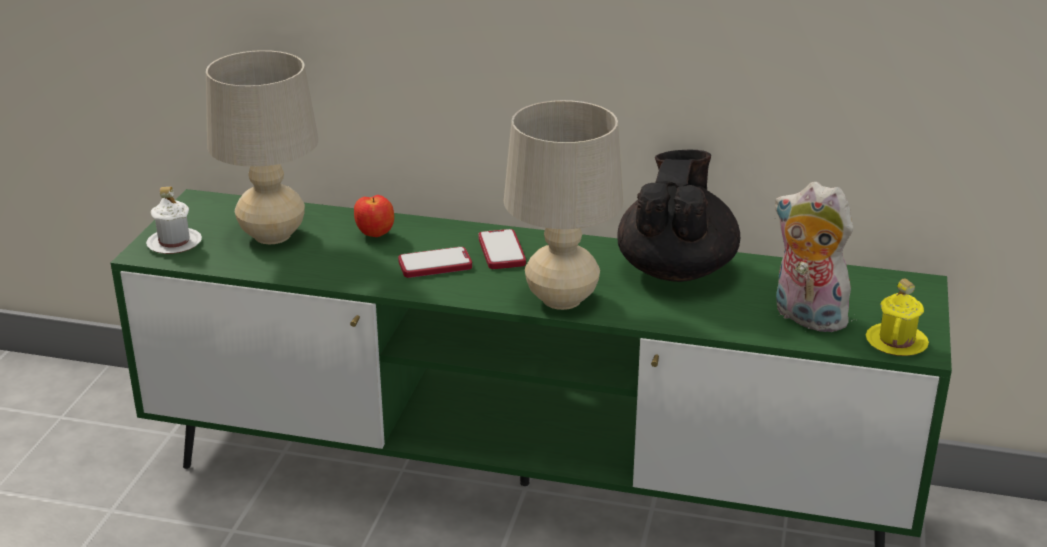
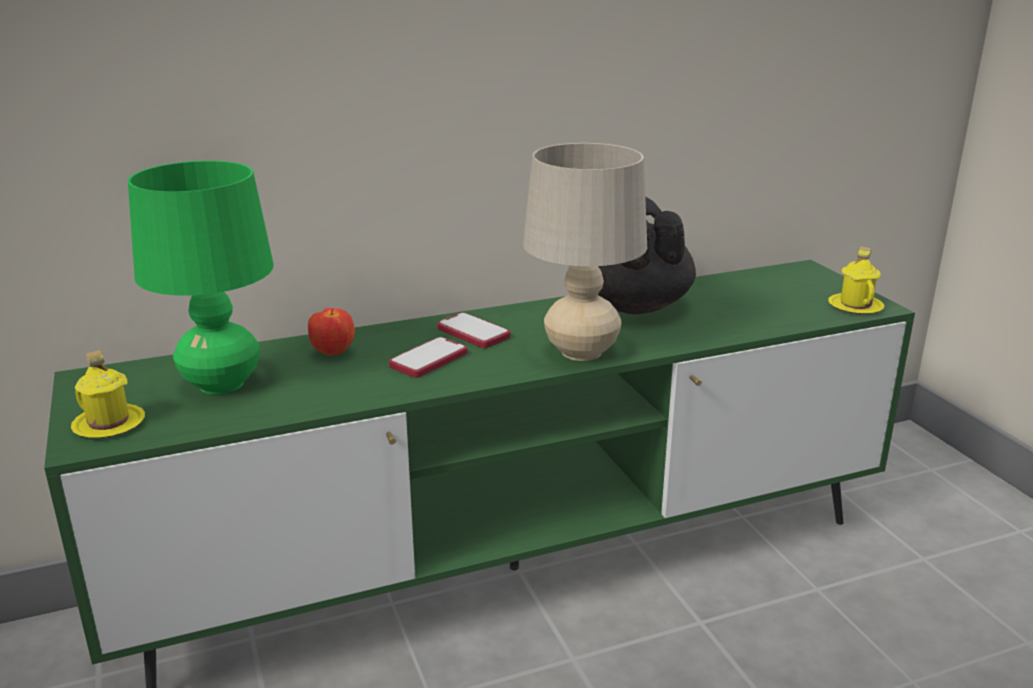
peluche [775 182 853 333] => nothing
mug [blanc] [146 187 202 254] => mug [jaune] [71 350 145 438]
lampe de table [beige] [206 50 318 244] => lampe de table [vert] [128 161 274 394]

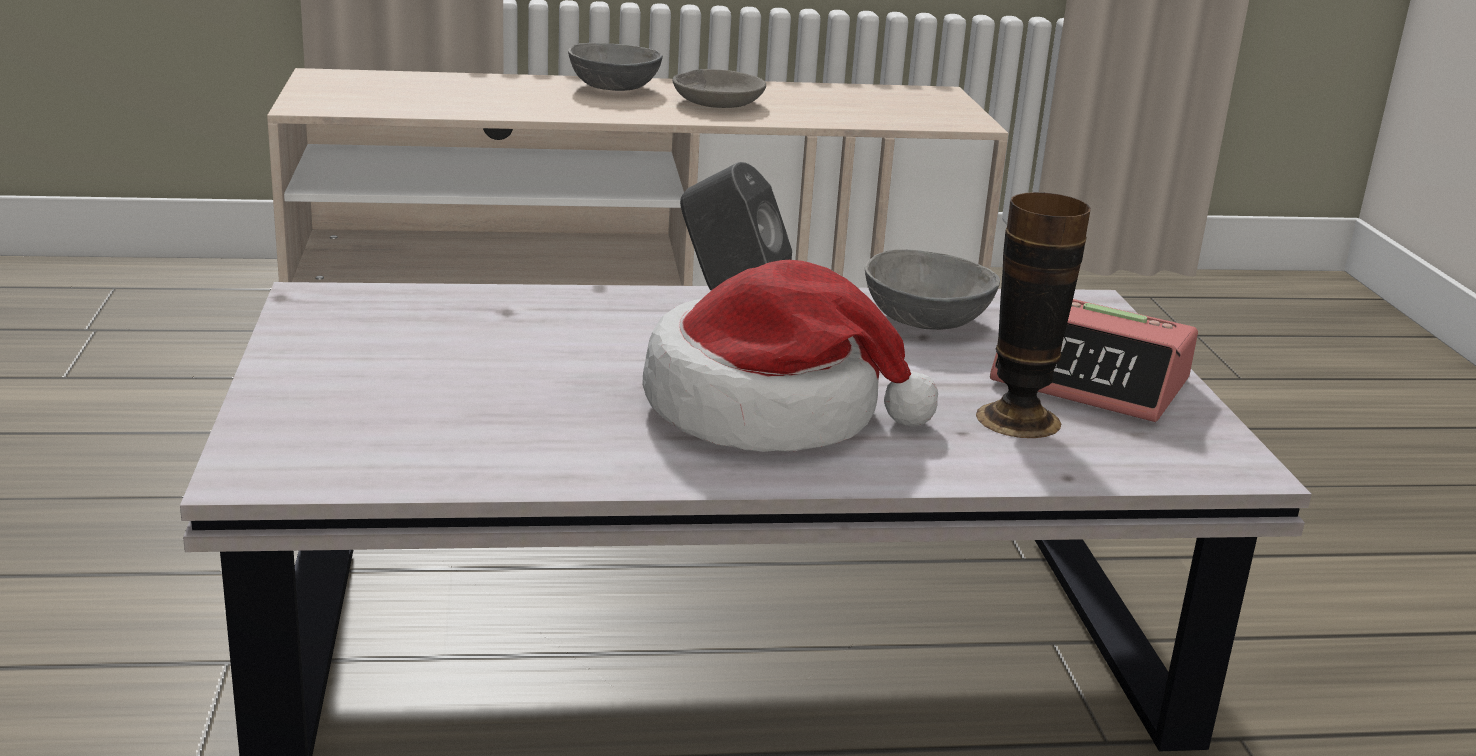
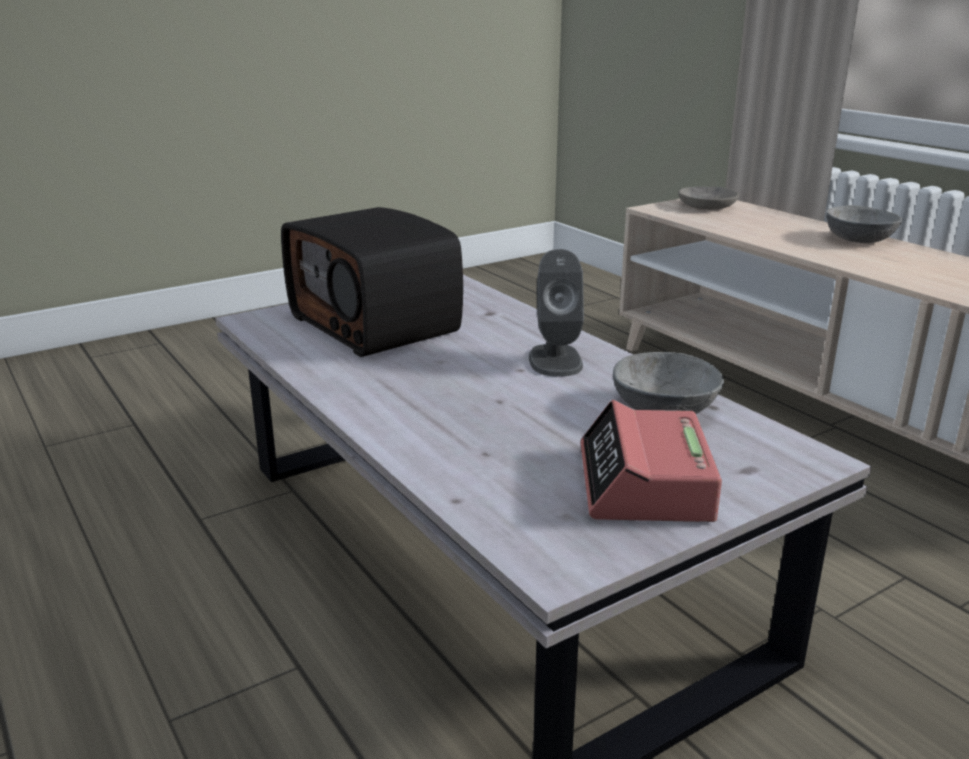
chapeau [643 260 938 452] => nothing
vase [976 192 1091 438] => nothing
nothing => radio [281 207 463 357]
bol [gris] [672 69 766 108] => bol [gris] [678 186 739 210], move

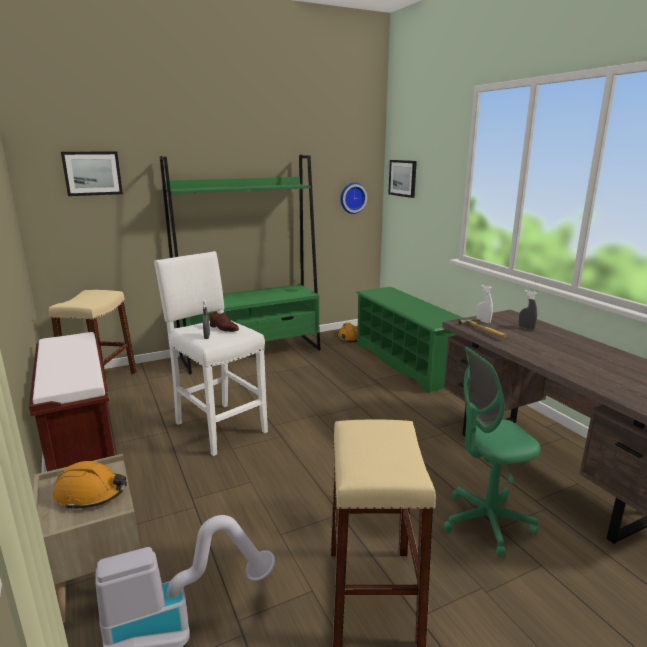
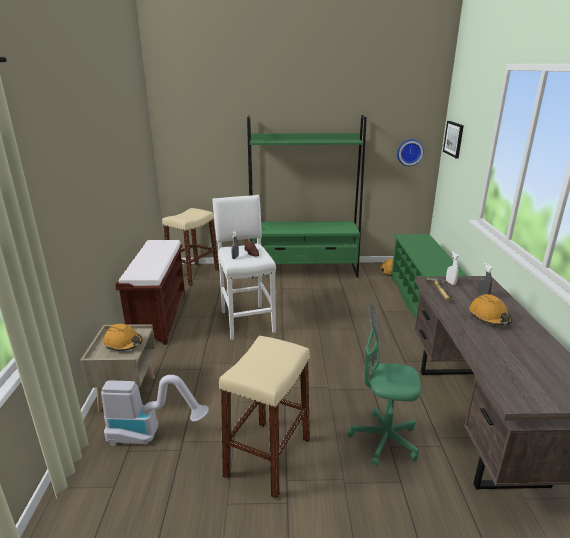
tableau [61 151 123 196] => nothing
nothing => casque de chantier [orange] [469 294 512 325]

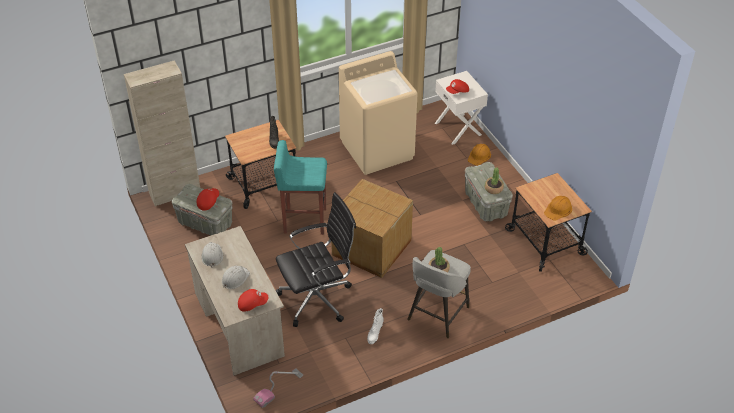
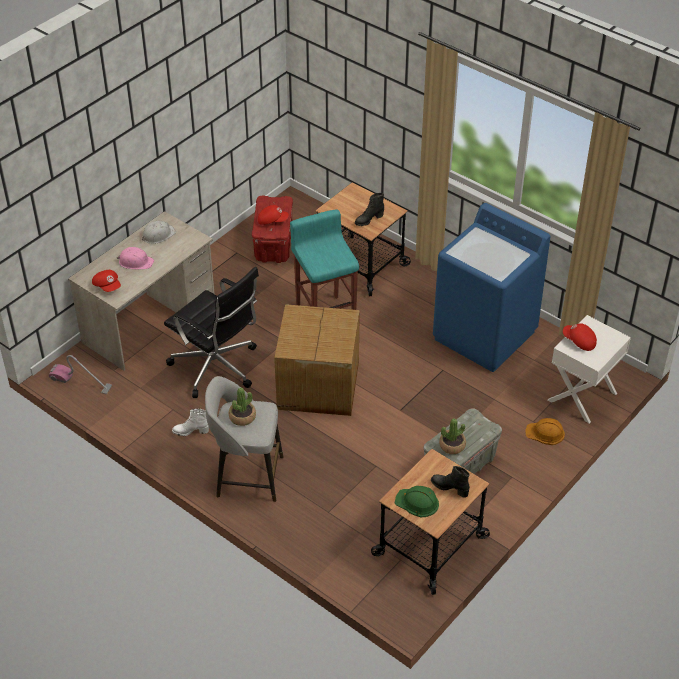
meuble de rangement [beige] [124 60 200 207] => nothing
nothing => botte [noir] [431 466 470 498]
boîte de rangement [gris] [172 184 232 235] => boîte de rangement [rouge] [252 195 293 263]
casque de chantier [blanc] [222 266 250 289] => casque de chantier [rose] [117 247 154 269]
lave-linge [beige] [339 51 418 175] => lave-linge [bleu] [433 203 550 372]
casque de chantier [orange] [544 196 572 221] => casque de chantier [vert] [394 486 439 517]

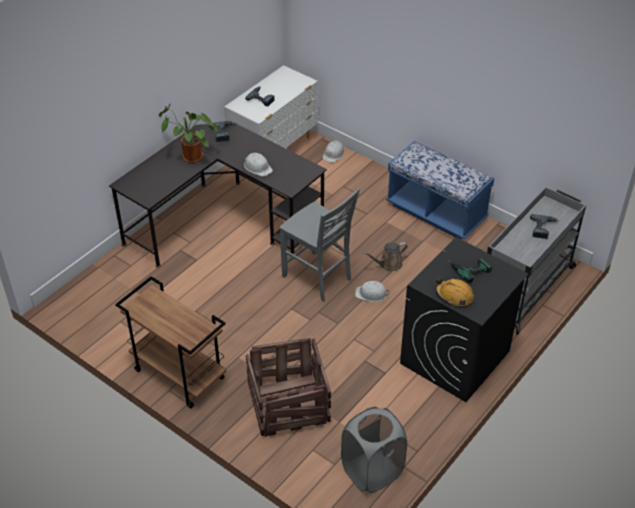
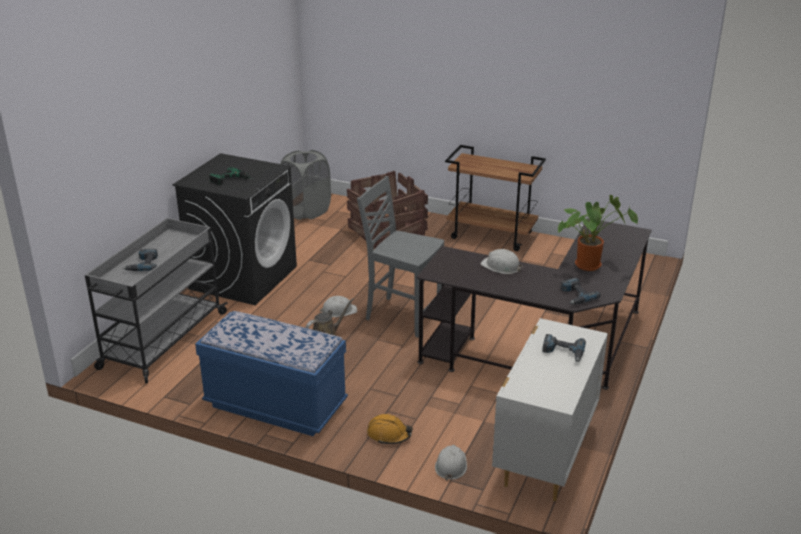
casque de chantier [orange] [436 278 474 306] => casque de chantier [orange] [367 414 413 444], move

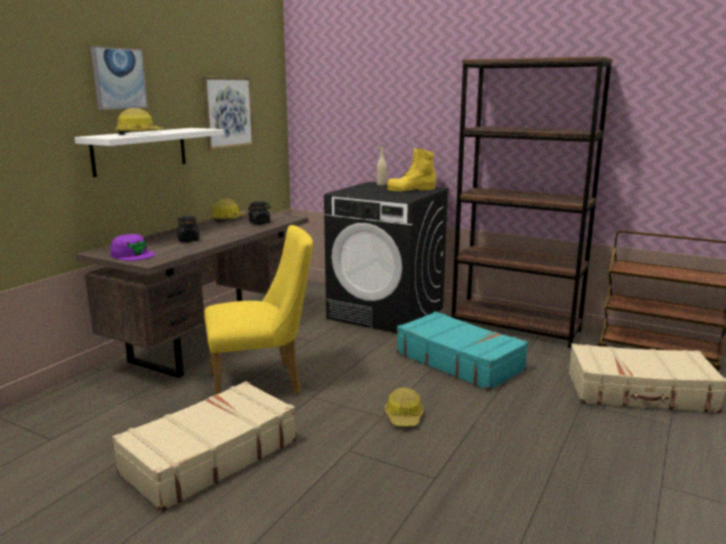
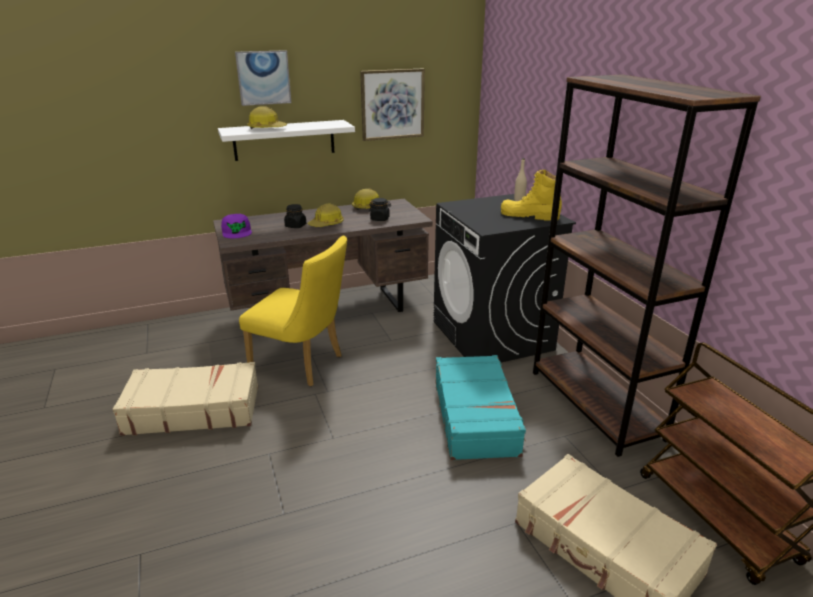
casque de chantier [385 388 423 426] => casque de chantier [308 203 344 227], move

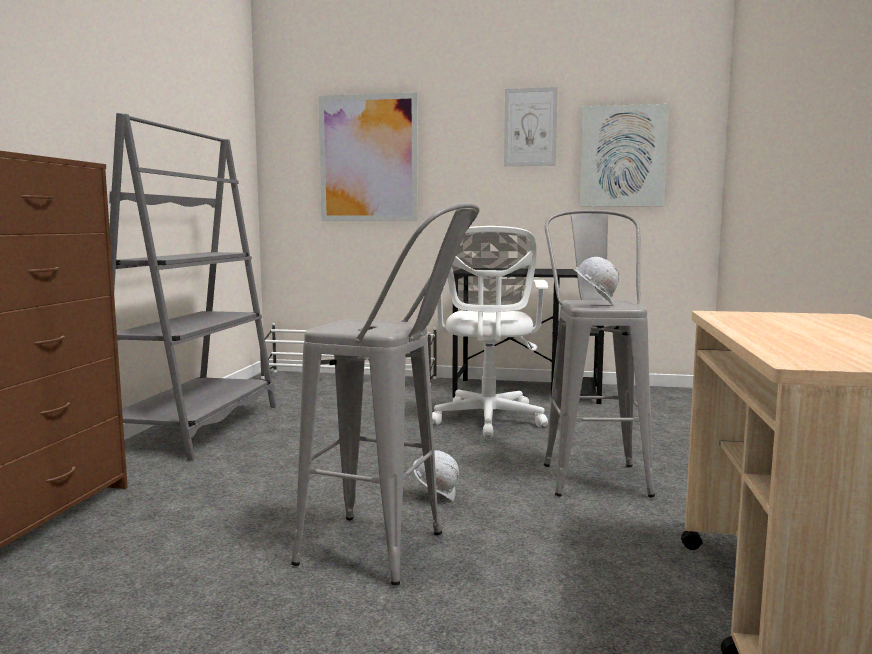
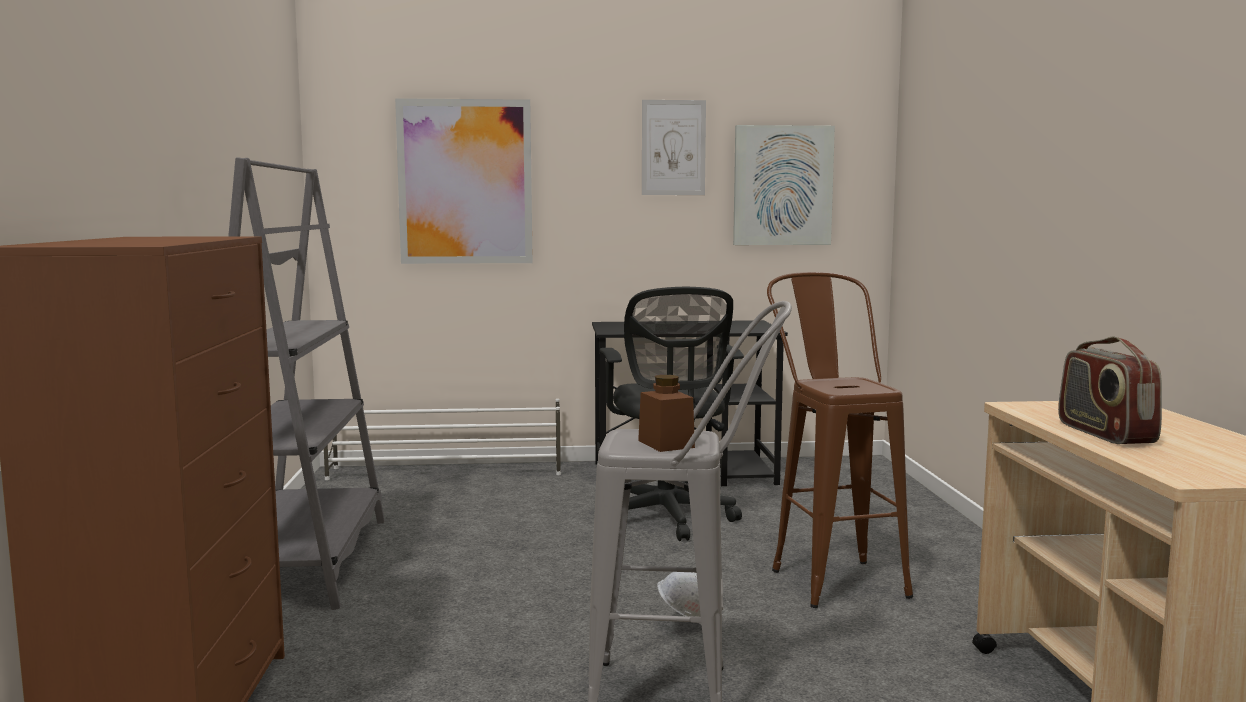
casque de chantier [blanc] [574 257 619 305] => nothing
nothing => bocal [marron] [638 375 695 452]
nothing => radio [1058 336 1162 444]
chaise de bureau [blanc] [432 226 548 437] => chaise de bureau [noir] [600 287 744 541]
tabouret [gris] [544 210 655 497] => tabouret [marron] [767 272 913 608]

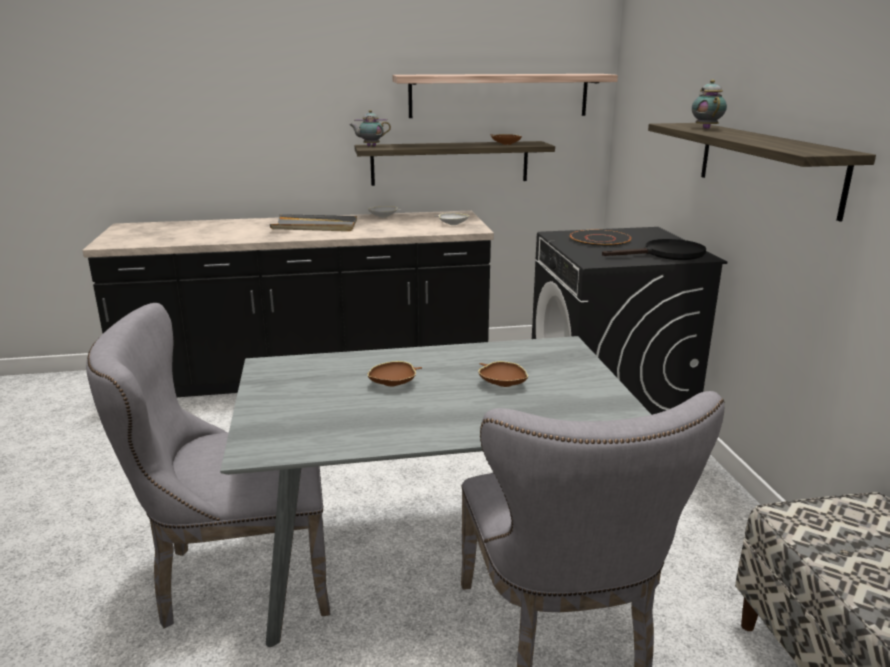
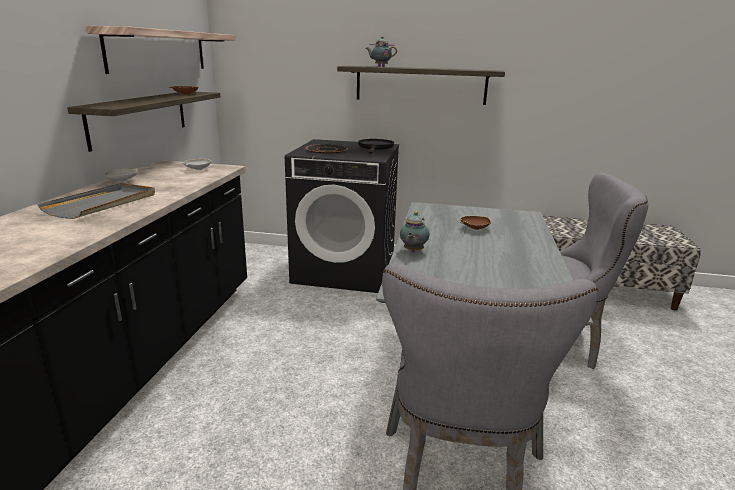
bol [marron] [367 361 422 387] => nothing
théière [350 110 391 146] => théière [400 211 430 252], move

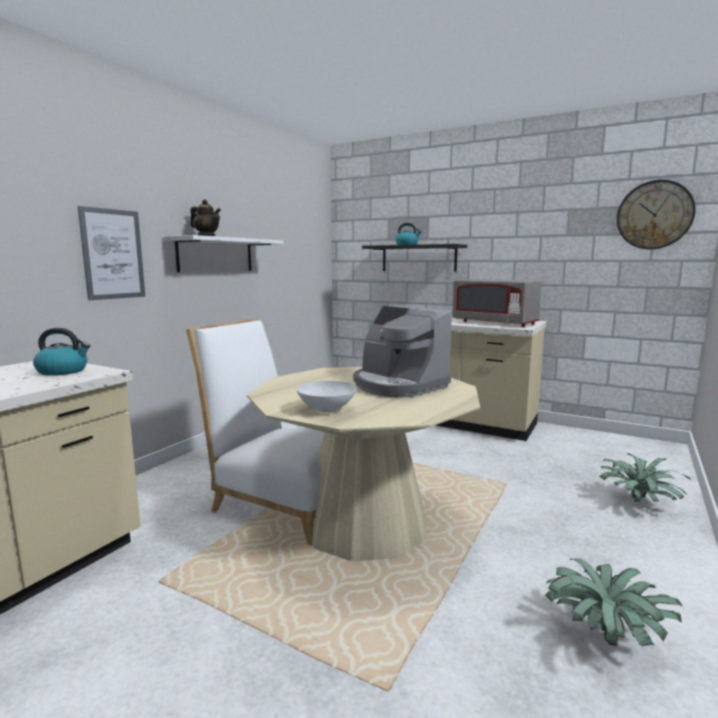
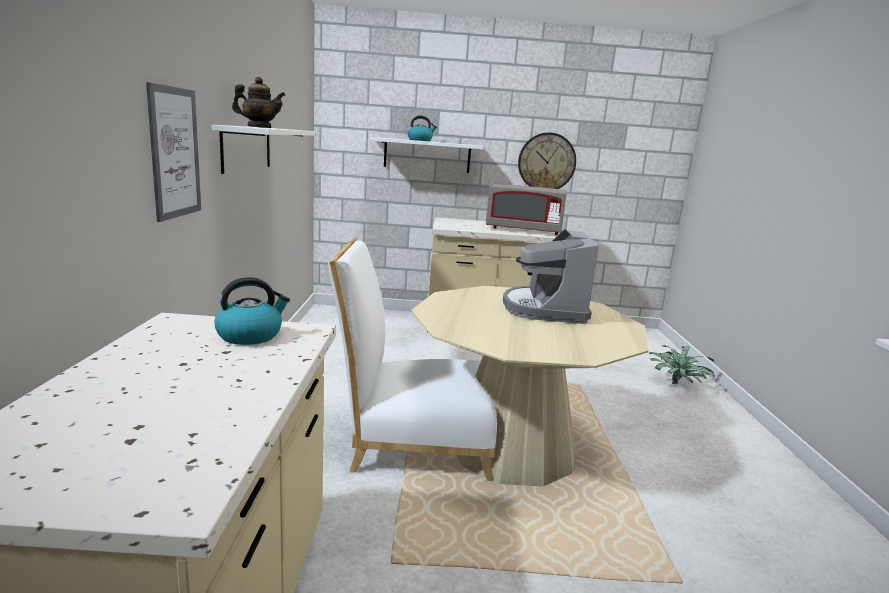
bol [blanc] [297 381 356 413] => nothing
plante en pot [545 558 682 646] => nothing
horloge murale [617 180 695 250] => horloge murale [518 133 576 189], move
étagère [noir] [362 244 467 272] => étagère [blanc] [370 137 484 173]
machine à café [353 306 452 398] => machine à café [503 229 599 324], 75 degrees clockwise

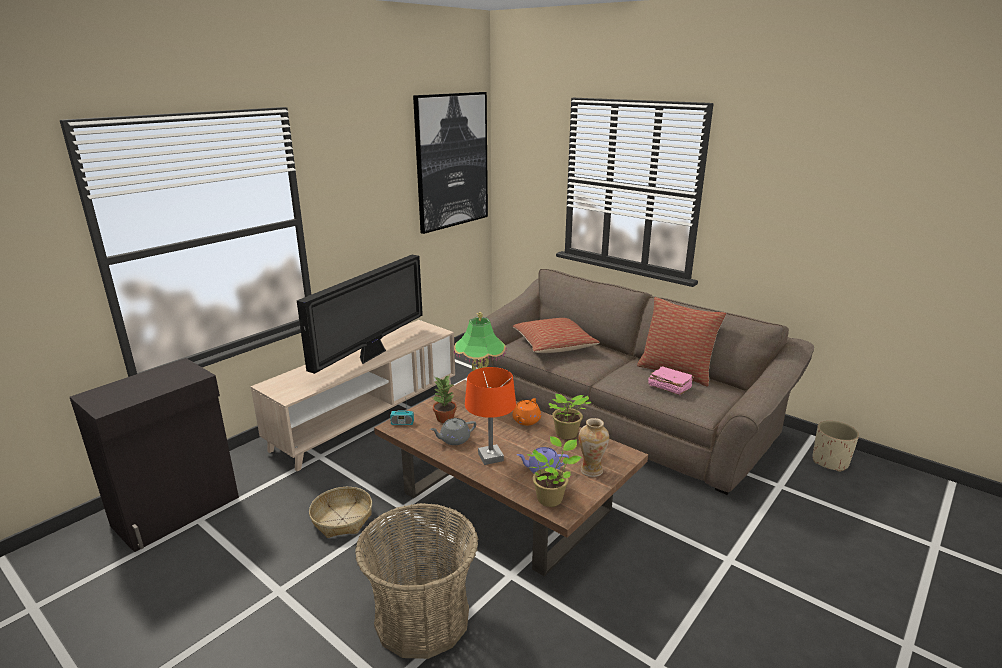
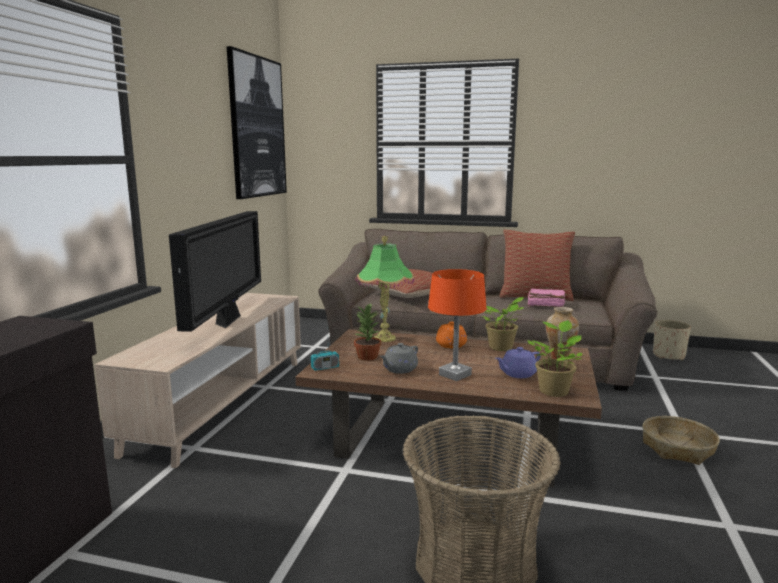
panier [309 487 372 538] => panier [642 416 720 465], move

